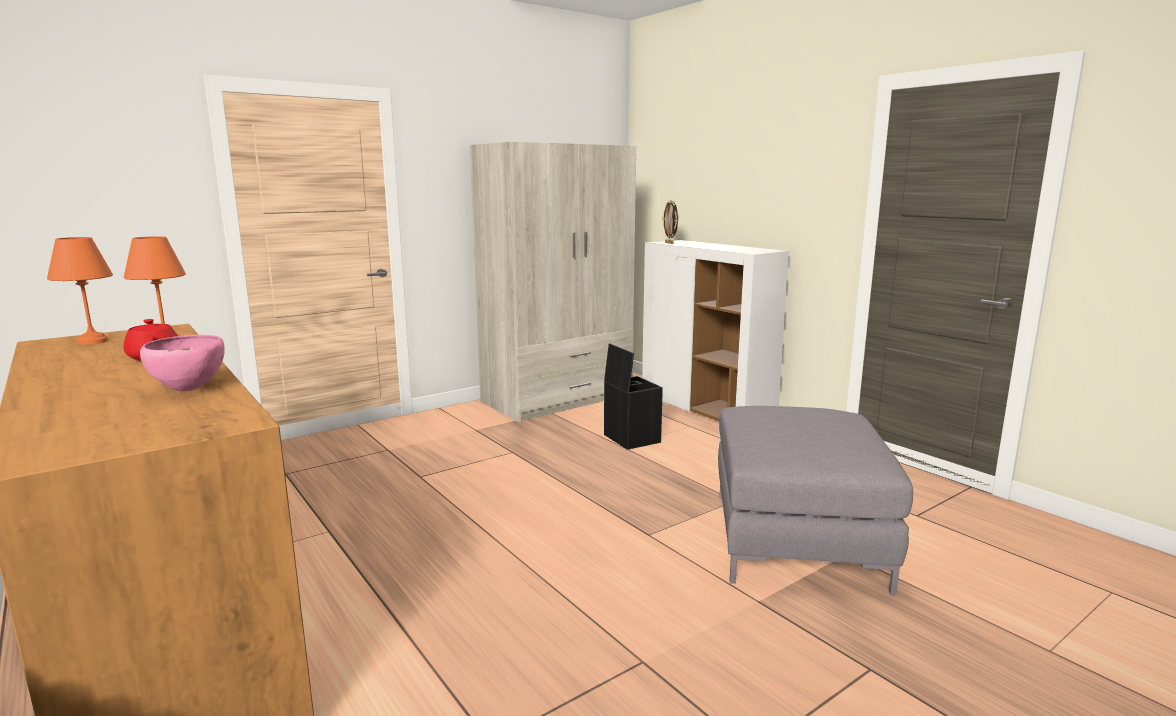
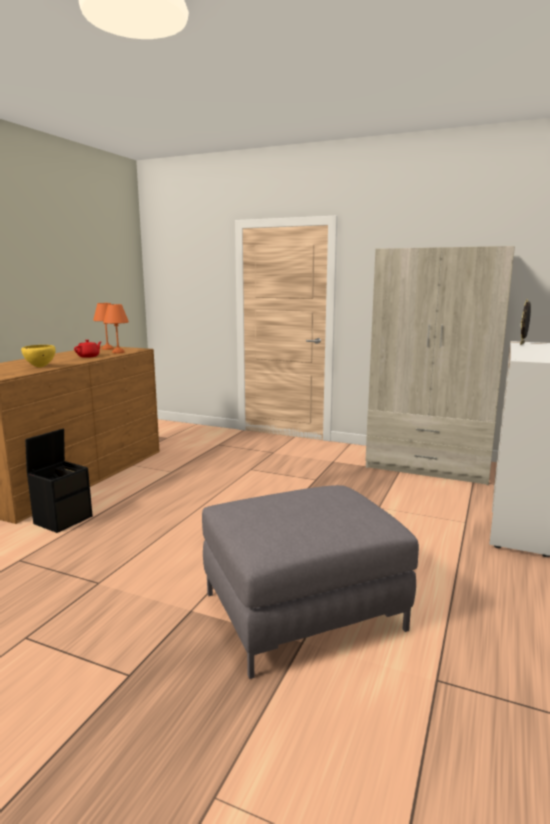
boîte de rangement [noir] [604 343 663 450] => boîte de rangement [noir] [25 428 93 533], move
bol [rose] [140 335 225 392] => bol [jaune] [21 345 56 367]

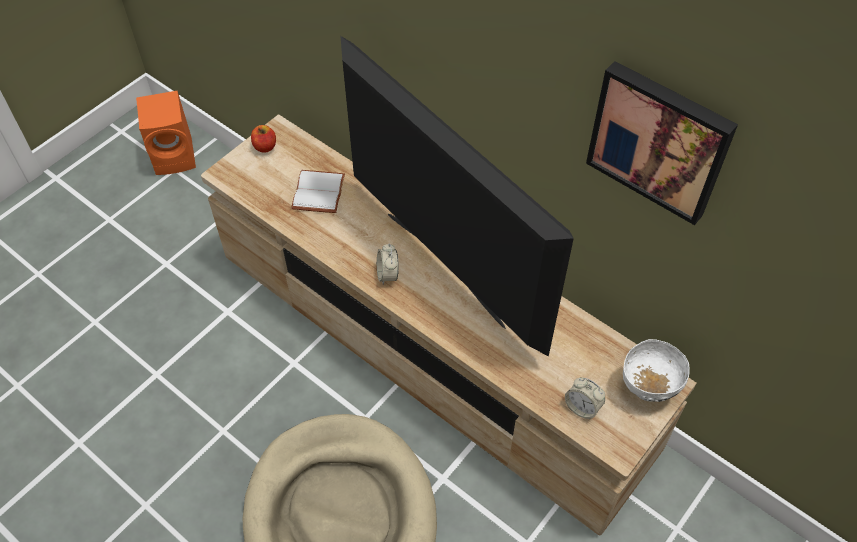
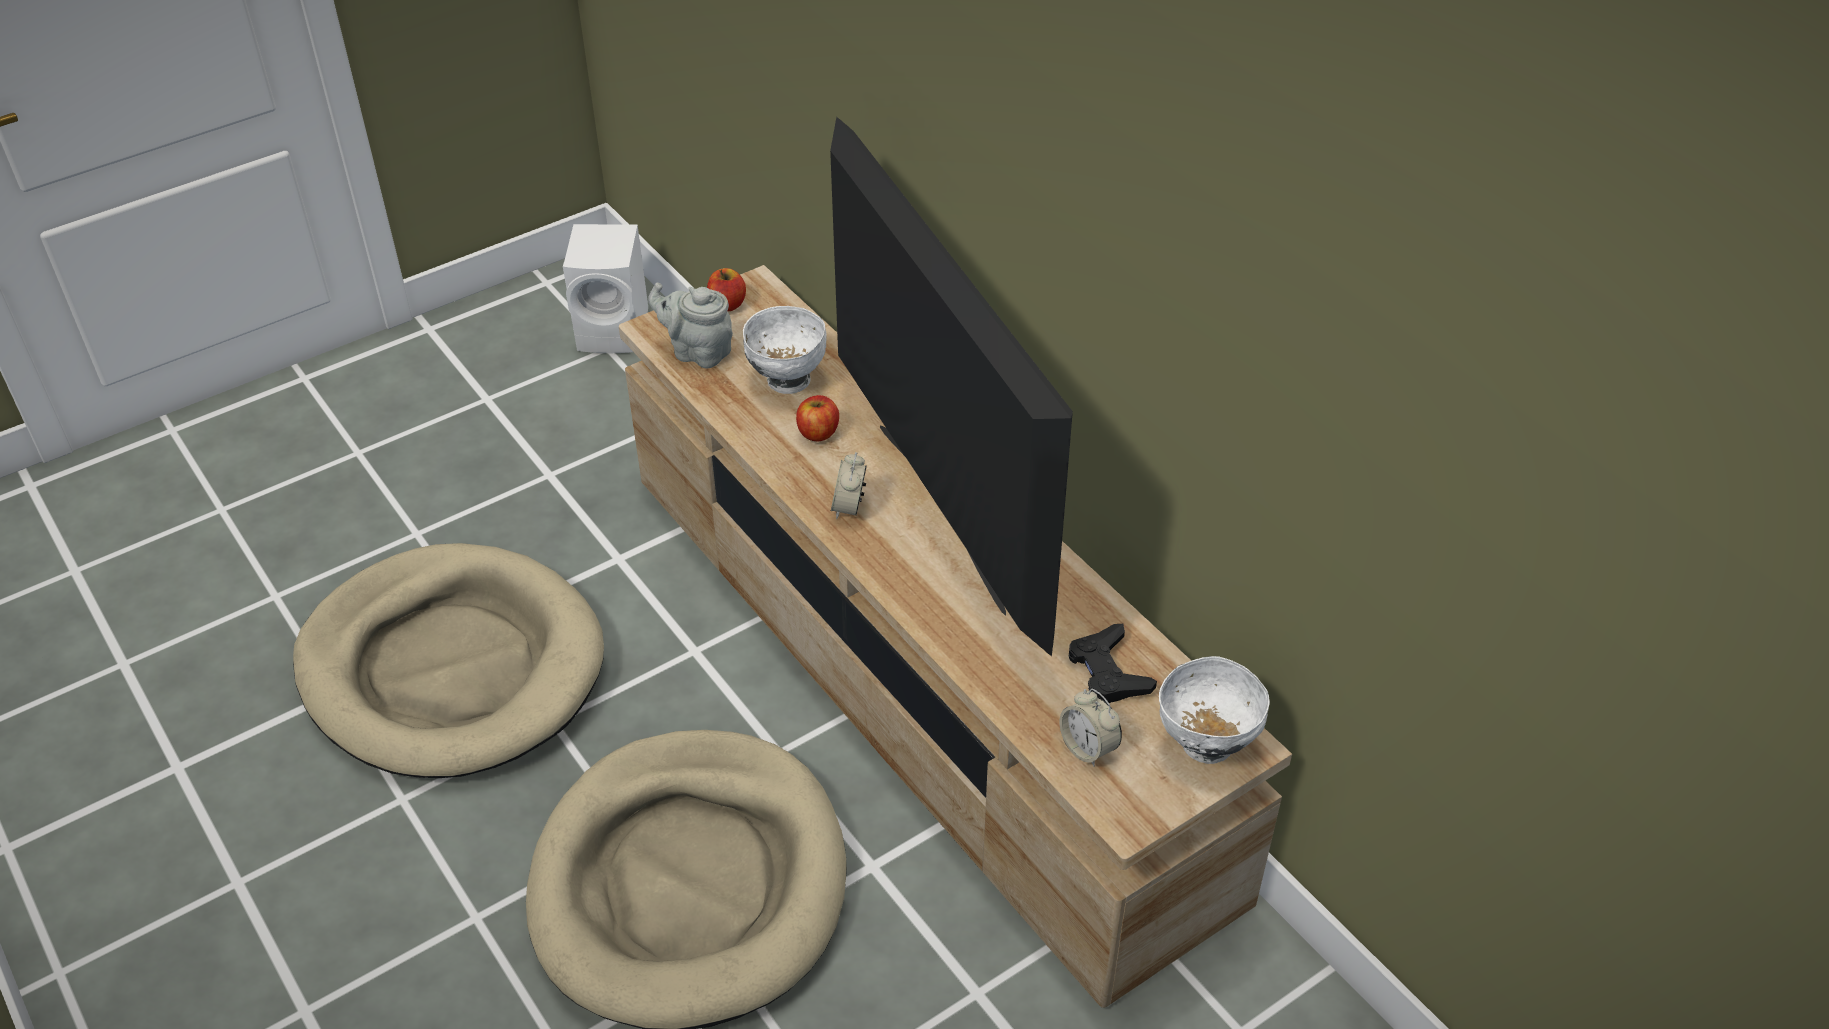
tableau [586 61 738 225] => nothing
nothing => panier pour chien [beige] [293 543 604 778]
nothing => théière [gris] [648 283 733 369]
nothing => pomme [796 395 839 441]
nothing => manette [noir] [1069 624 1157 703]
livre [blanc] [291 170 345 213] => bol [blanc] [743 306 827 394]
enceinte [orange] [136 91 196 175] => enceinte [blanc] [563 224 648 353]

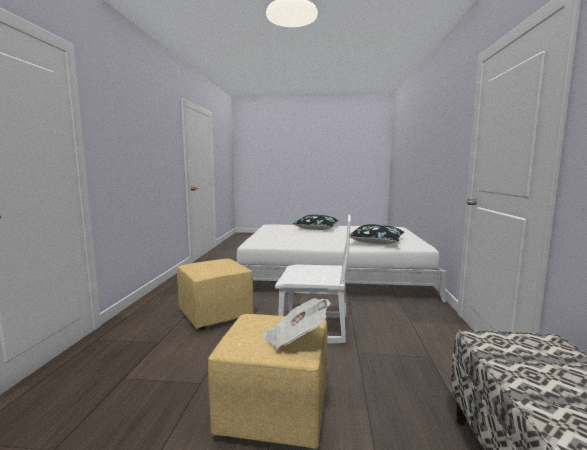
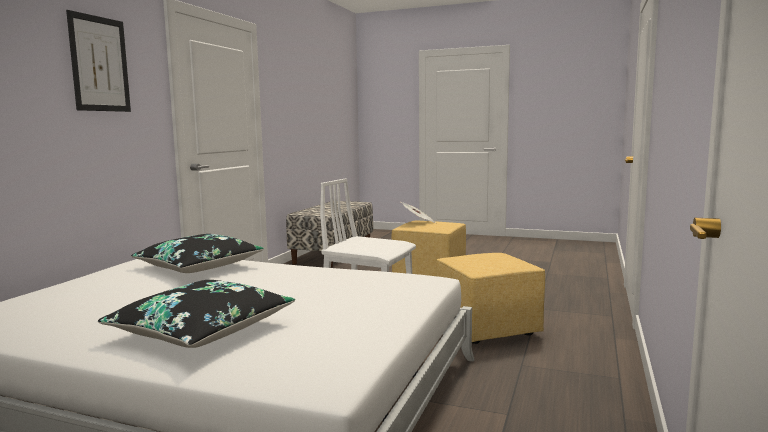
nothing => tableau [66 10 131 112]

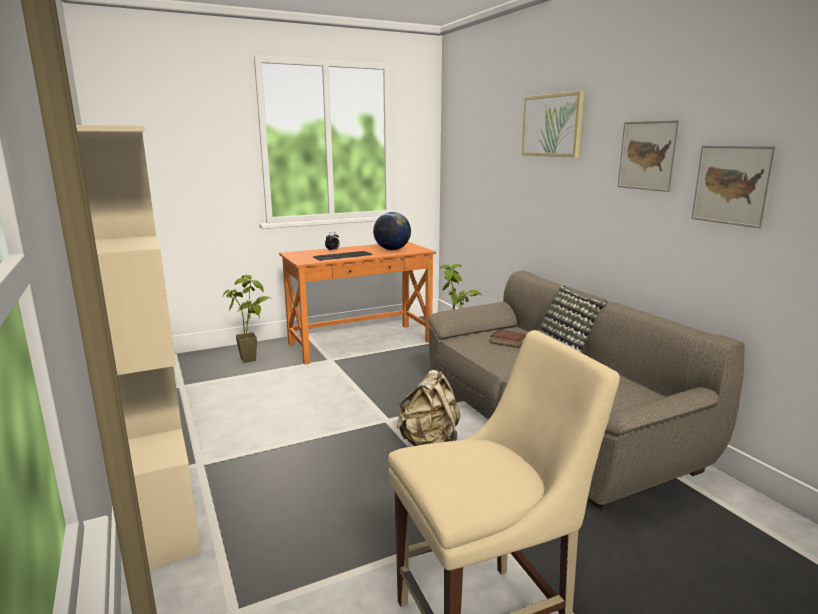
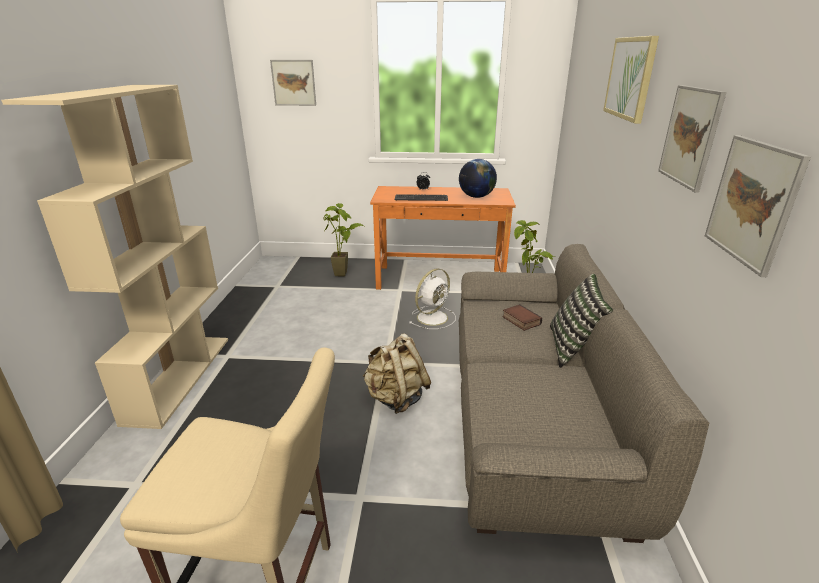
nothing => tableau [270 60 316 106]
nothing => ventilateur [blanc] [409 268 456 329]

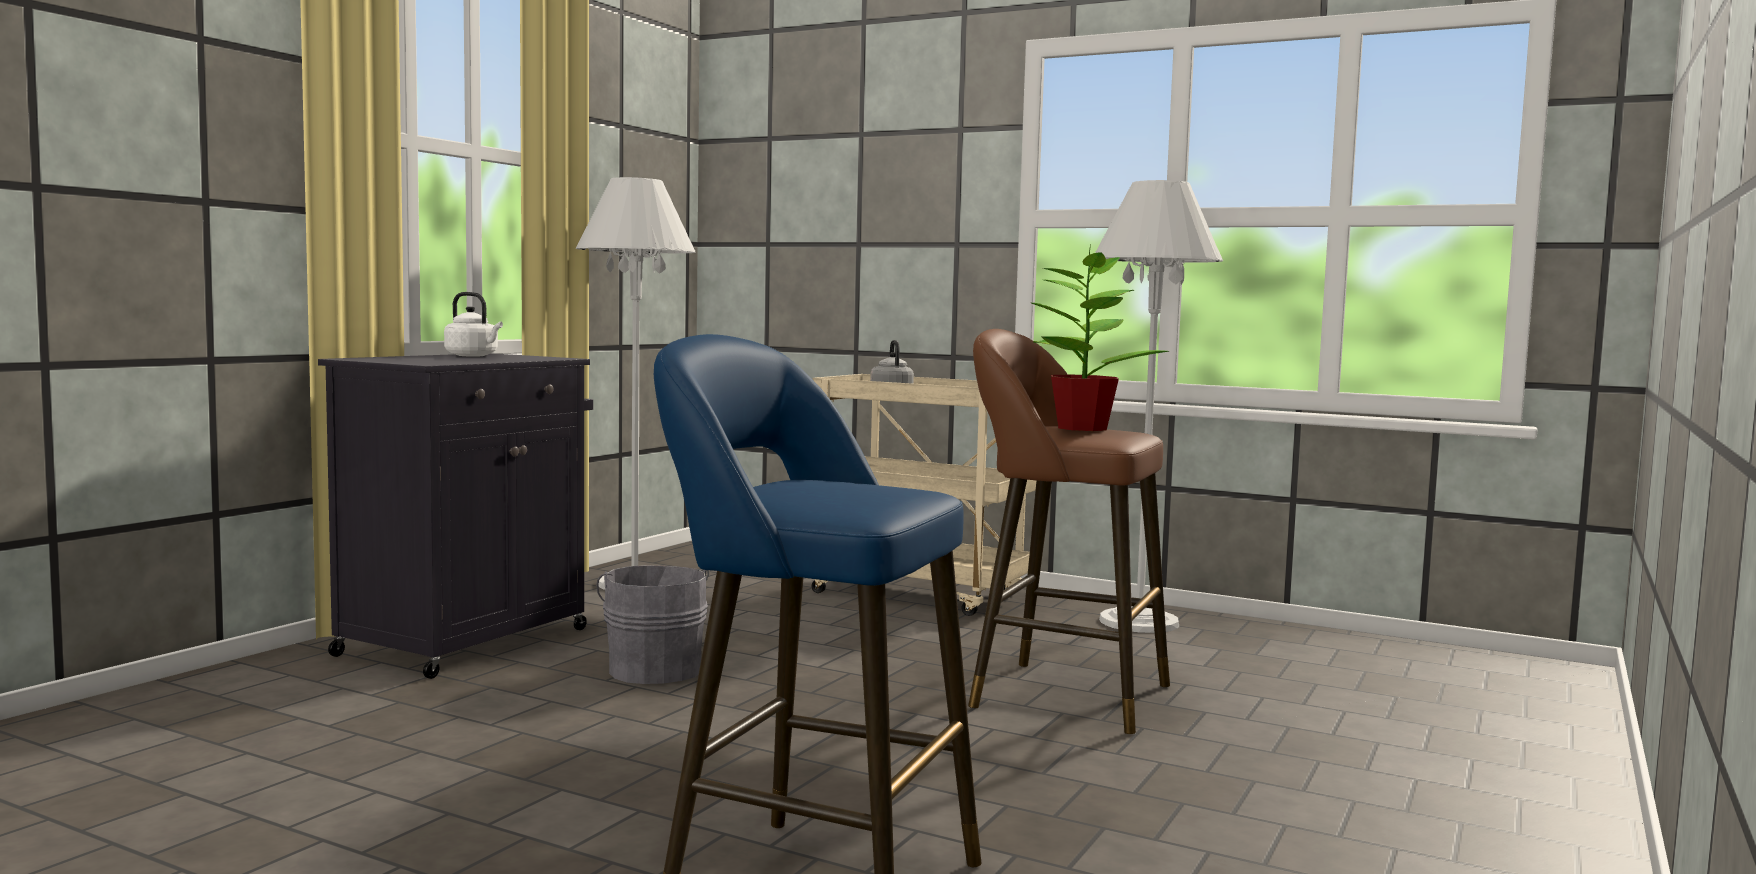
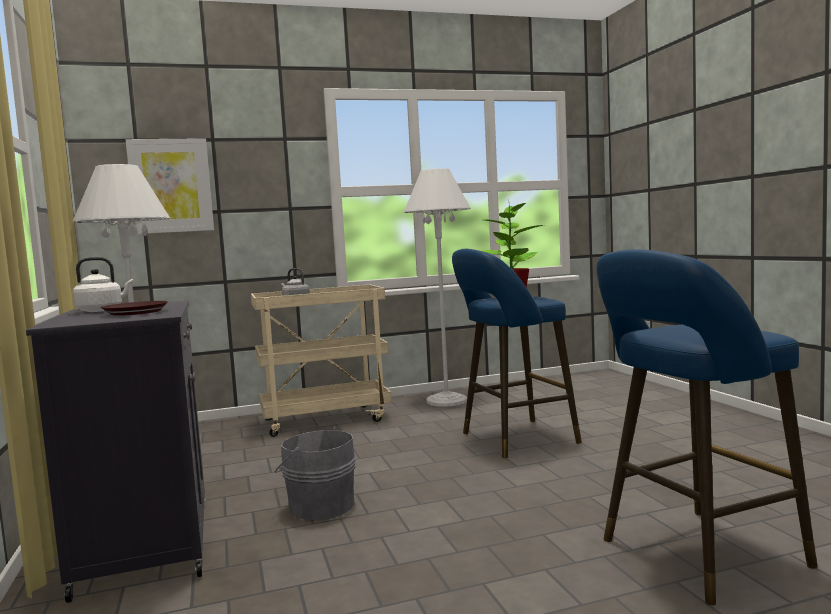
nothing => assiette [marron] [101 301 168 316]
nothing => tableau [126 138 214 234]
tabouret [marron] [968 329 1170 734] => tabouret [bleu] [452 249 582 458]

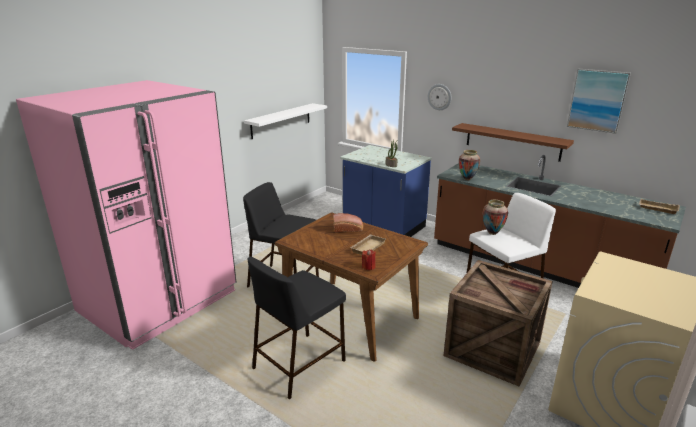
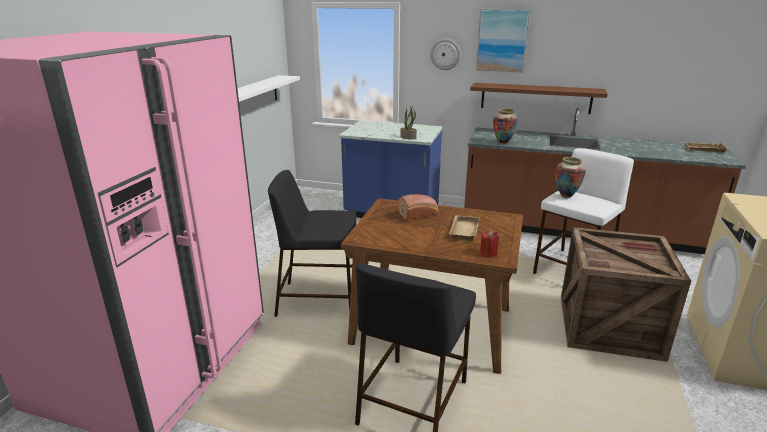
tableau [567 69 631 134] => tableau [476 9 530 72], move

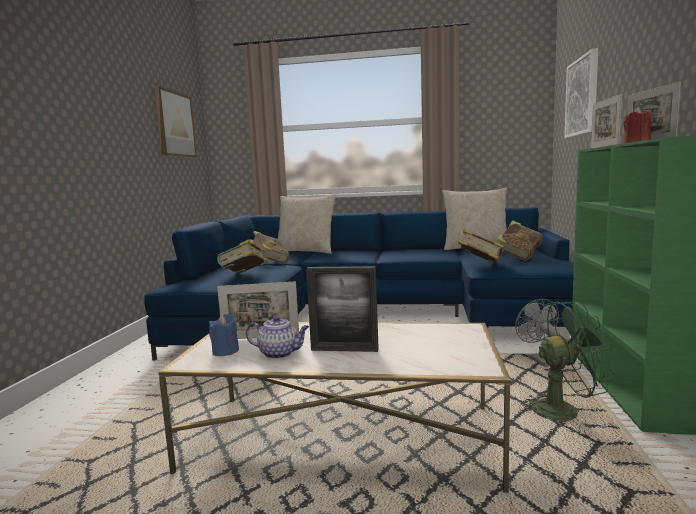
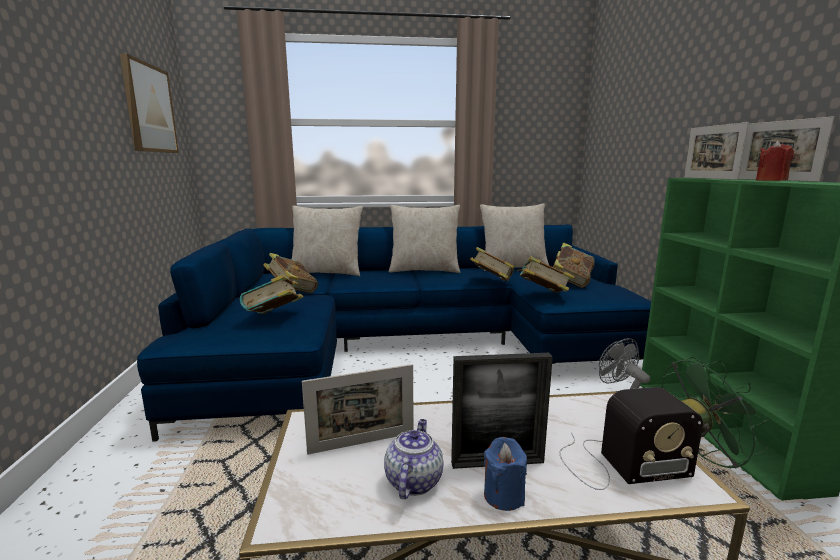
tableau [564 48 598 138] => nothing
nothing => coussin [beige] [389 205 460 273]
nothing => livre [470 247 514 281]
nothing => radio [559 387 703 490]
bougie [bleu] [209 314 239 356] => bougie [bleu] [484 437 527 511], move
théière [246 316 309 359] => théière [384 419 443 499], 75 degrees counterclockwise

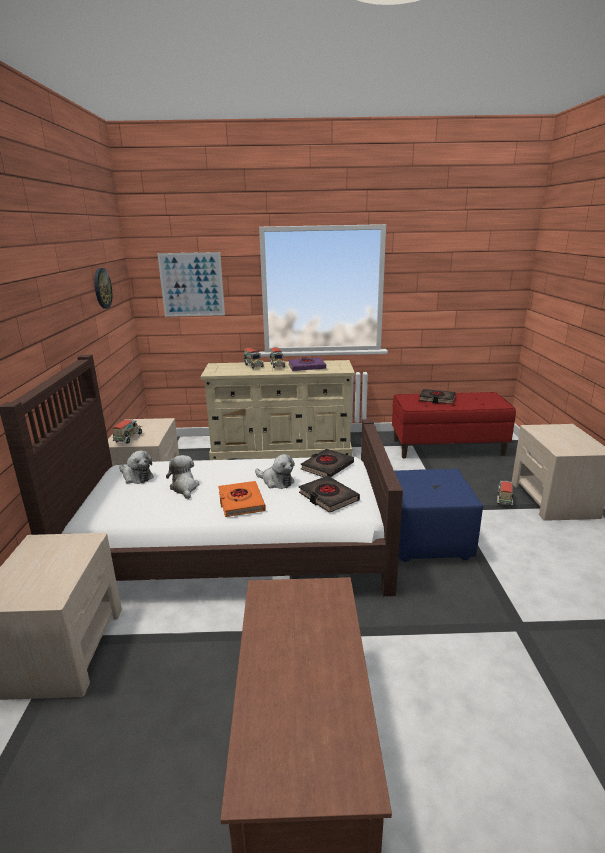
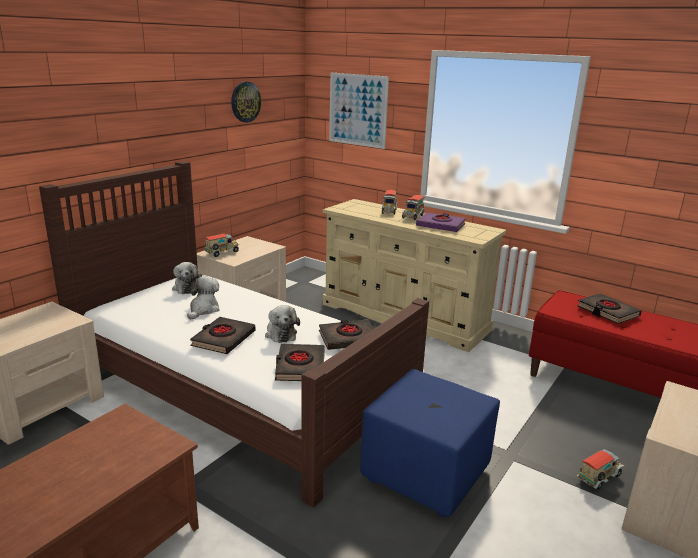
livre [orange] [218 481 266 517] => livre [noir] [190 317 255 354]

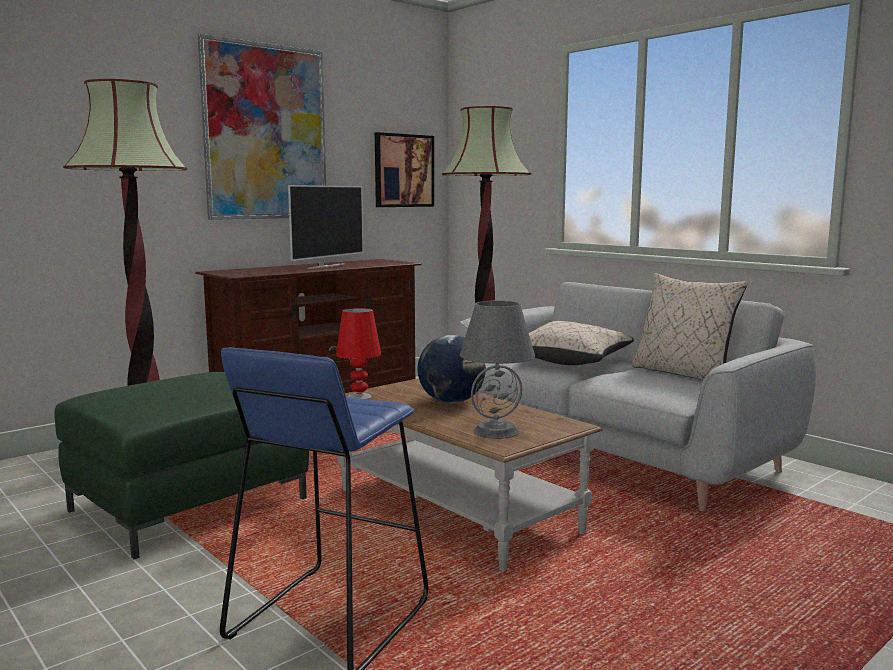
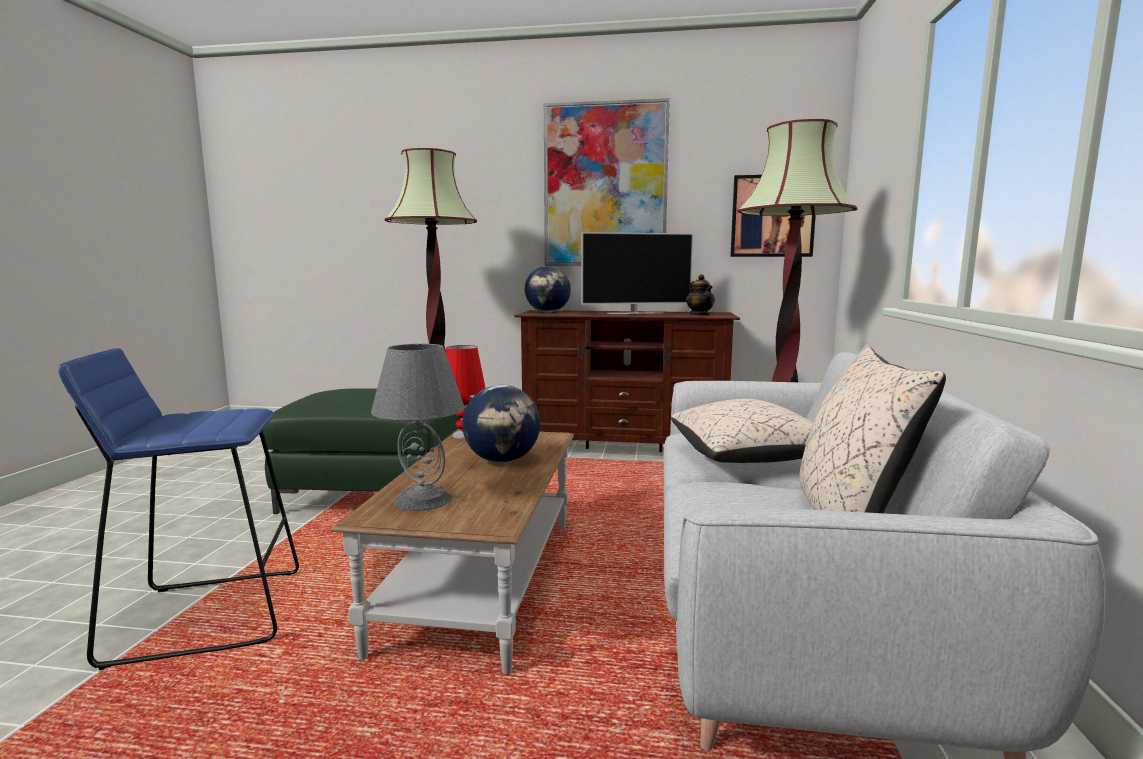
nothing => globe [525 266 571 313]
nothing => théière [686 274 715 316]

